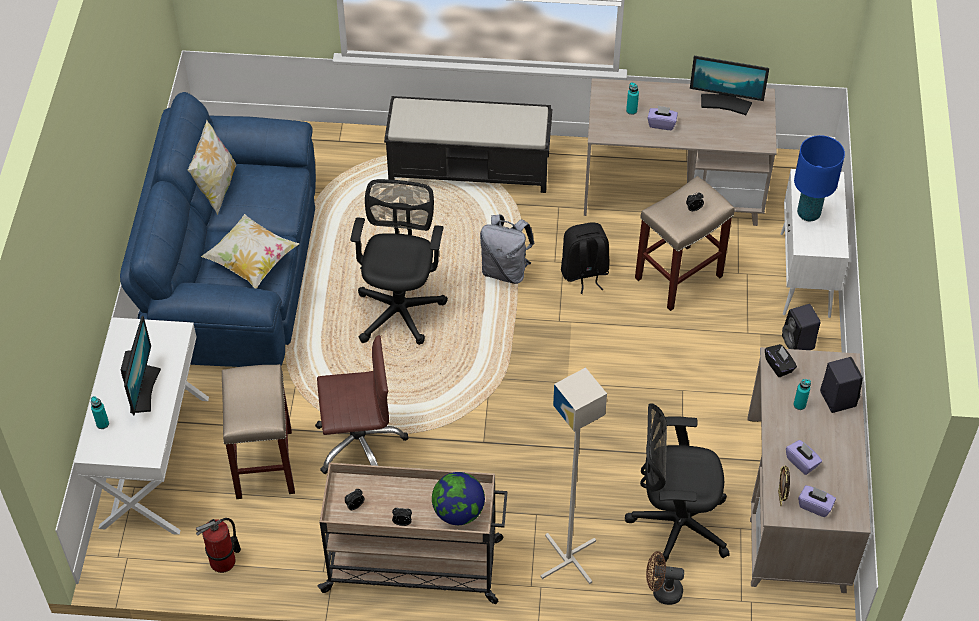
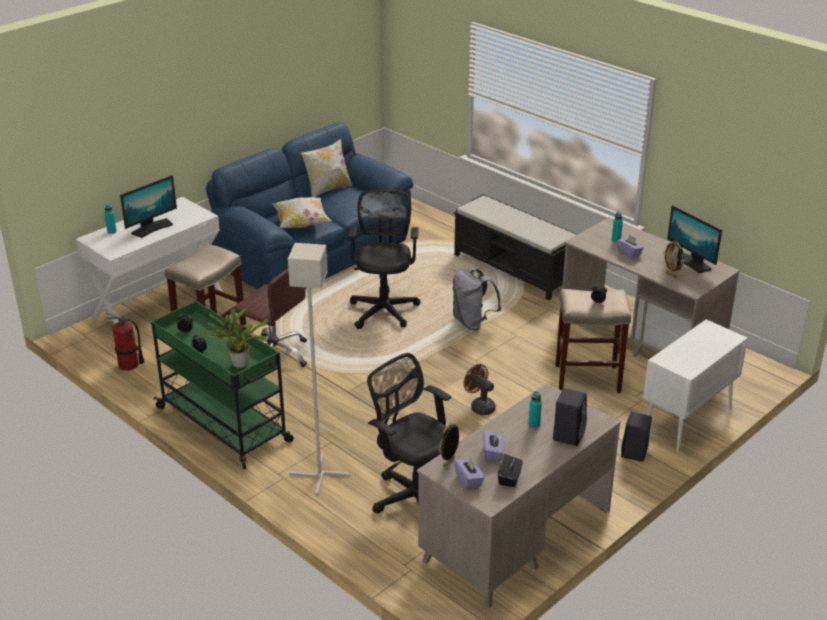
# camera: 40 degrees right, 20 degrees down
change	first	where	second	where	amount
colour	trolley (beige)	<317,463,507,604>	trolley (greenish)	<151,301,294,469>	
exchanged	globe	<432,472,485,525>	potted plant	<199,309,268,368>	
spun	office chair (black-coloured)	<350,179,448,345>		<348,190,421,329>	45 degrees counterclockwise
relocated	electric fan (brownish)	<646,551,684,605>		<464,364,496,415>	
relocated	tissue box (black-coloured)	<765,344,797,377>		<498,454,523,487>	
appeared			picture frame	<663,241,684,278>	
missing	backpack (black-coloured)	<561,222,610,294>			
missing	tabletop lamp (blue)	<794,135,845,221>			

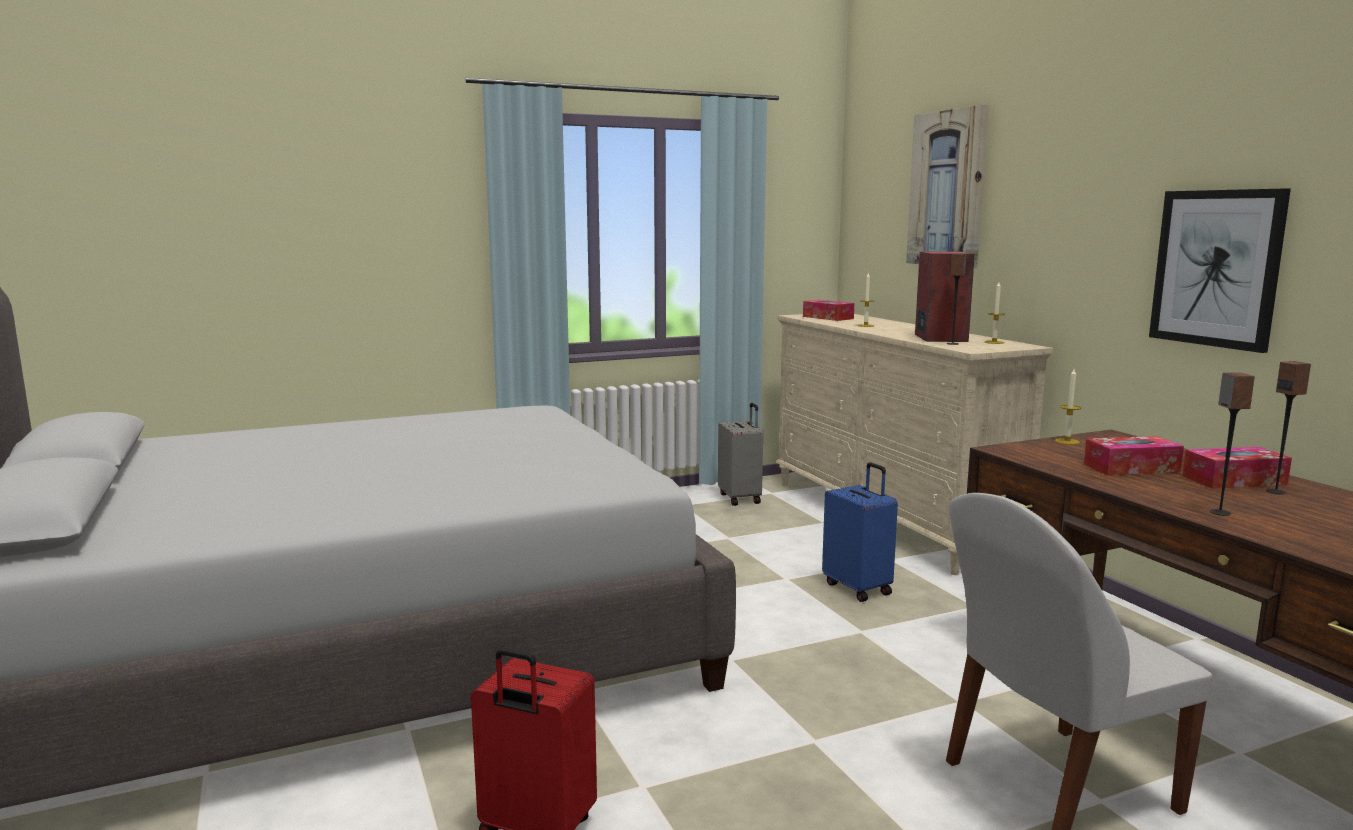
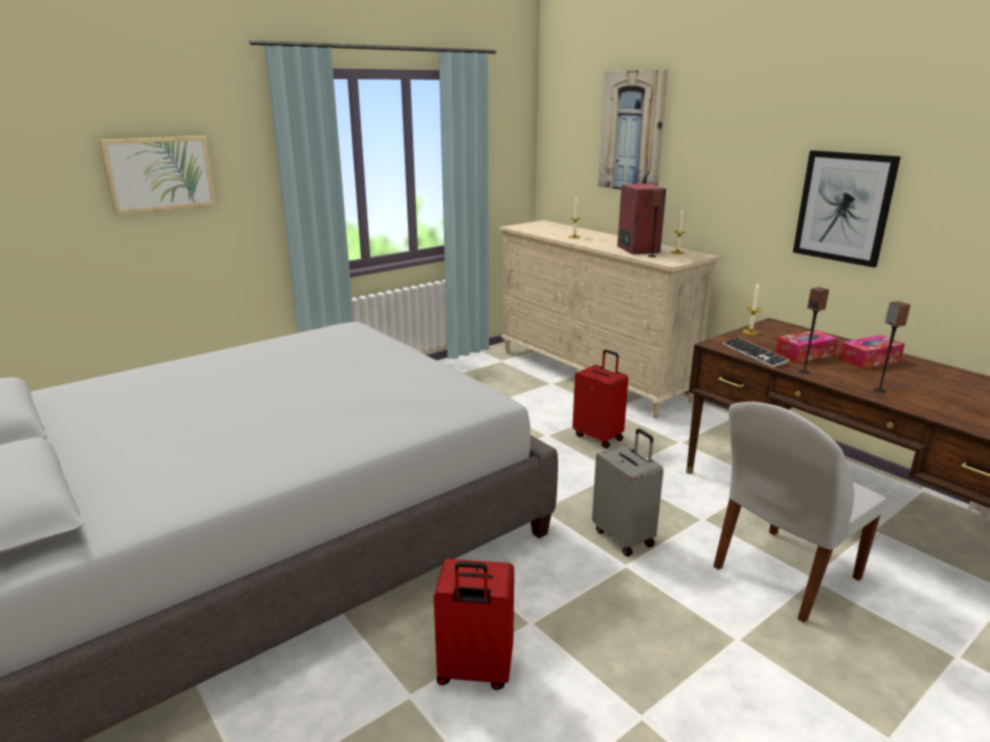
# camera: 15 degrees left, 10 degrees up
change	first	where	second	where	amount
appeared			wall art	<99,136,216,215>	
colour	piece of luggage (blue)	<822,462,898,602>	piece of luggage (red)	<573,350,628,449>	
relocated	piece of luggage (greyish)	<718,403,763,506>		<592,428,664,556>	
appeared			keyboard	<723,337,789,367>	
relocated	audio speaker	<1266,361,1311,494>		<799,287,829,374>	
missing	tissue box	<803,300,854,321>			

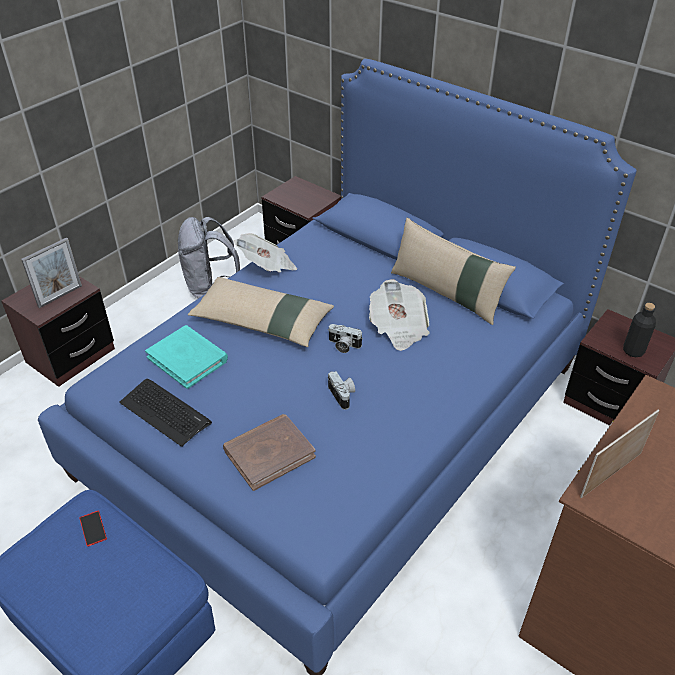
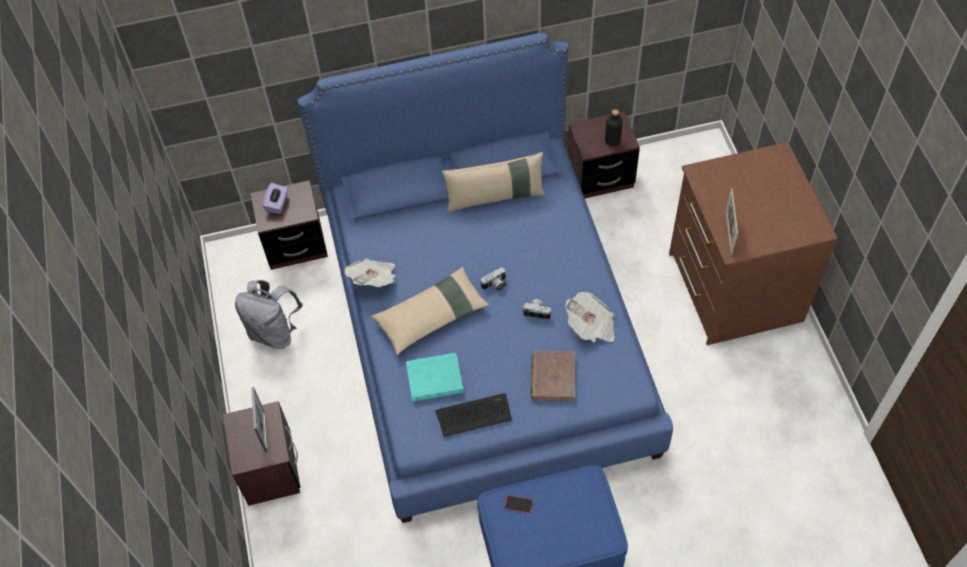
# camera: 50 degrees left, 15 degrees up
change	first	where	second	where	amount
appeared			tissue box (purplish)	<263,183,288,214>	
relocated	printed paper	<369,279,430,351>		<565,292,614,342>	

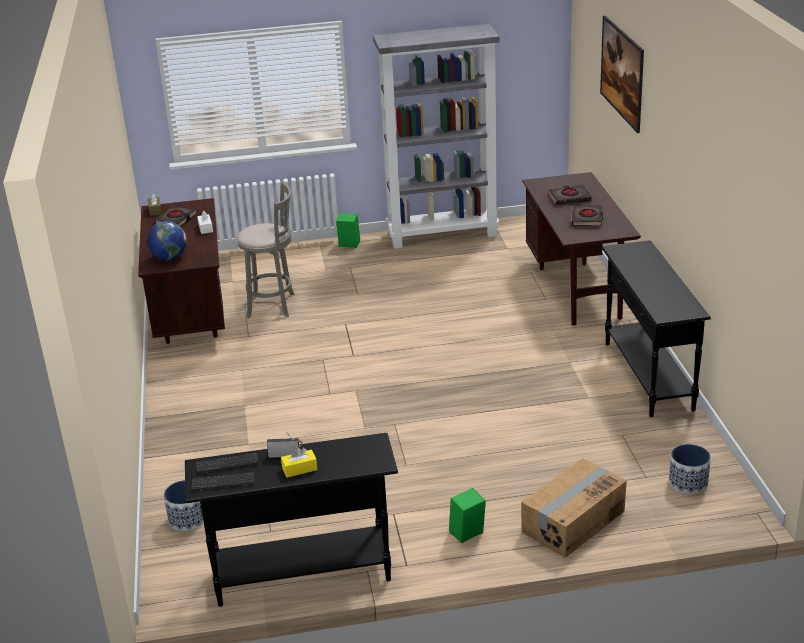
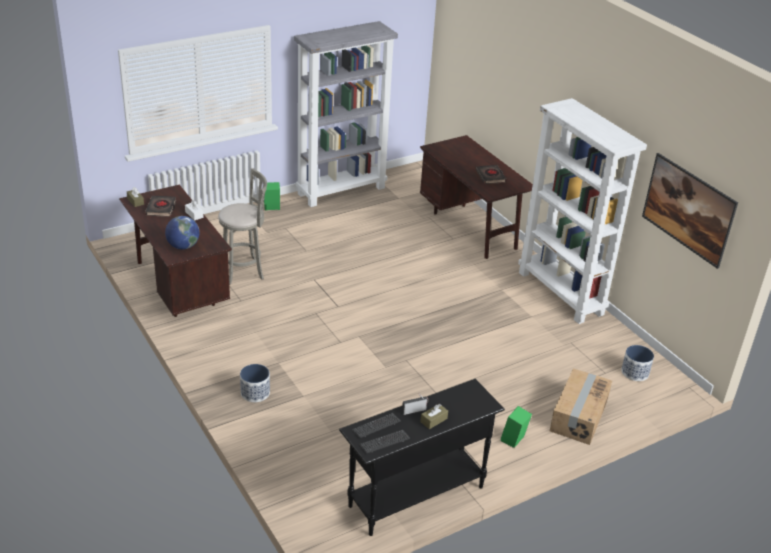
# camera: 25 degrees left, 5 degrees up
change	first	where	second	where	amount
relocated	plant pot	<164,480,204,531>		<240,364,270,402>	
colour	tissue box (yellow)	<281,447,318,478>	tissue box (brownish)	<420,404,448,429>	
exchanged	console table (black-coloured)	<601,240,711,417>	shelving unit (whitish)	<518,98,647,324>	
relocated	wall art	<600,16,644,133>		<642,153,738,269>	
missing	bound book (black-coloured)	<548,185,592,205>			

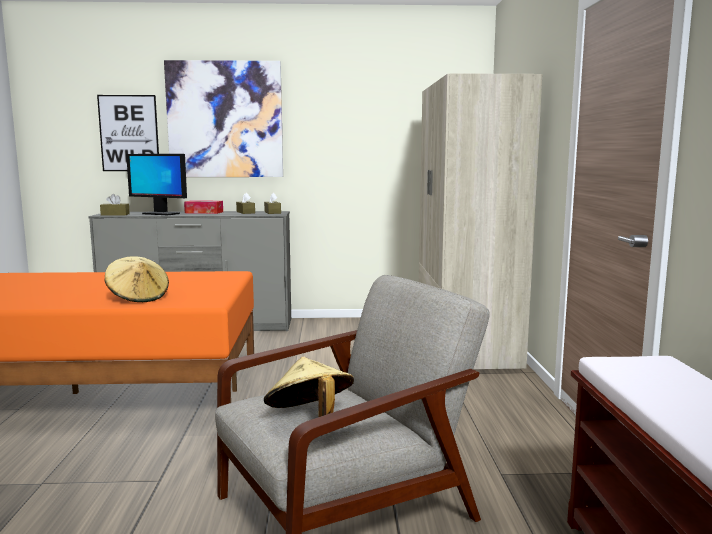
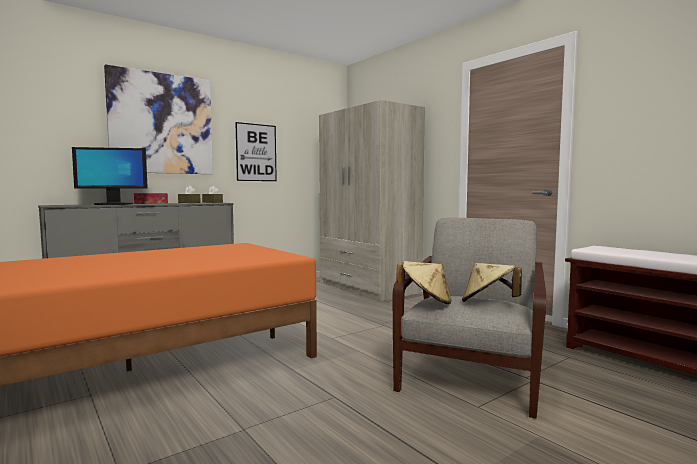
# camera: 35 degrees left, 5 degrees down
change	first	where	second	where	amount
relocated	wall art	<97,95,159,171>		<235,122,277,181>	
relocated	hat (beige)	<105,256,169,302>		<396,261,452,304>	
missing	tissue box (brownish)	<100,194,130,216>			

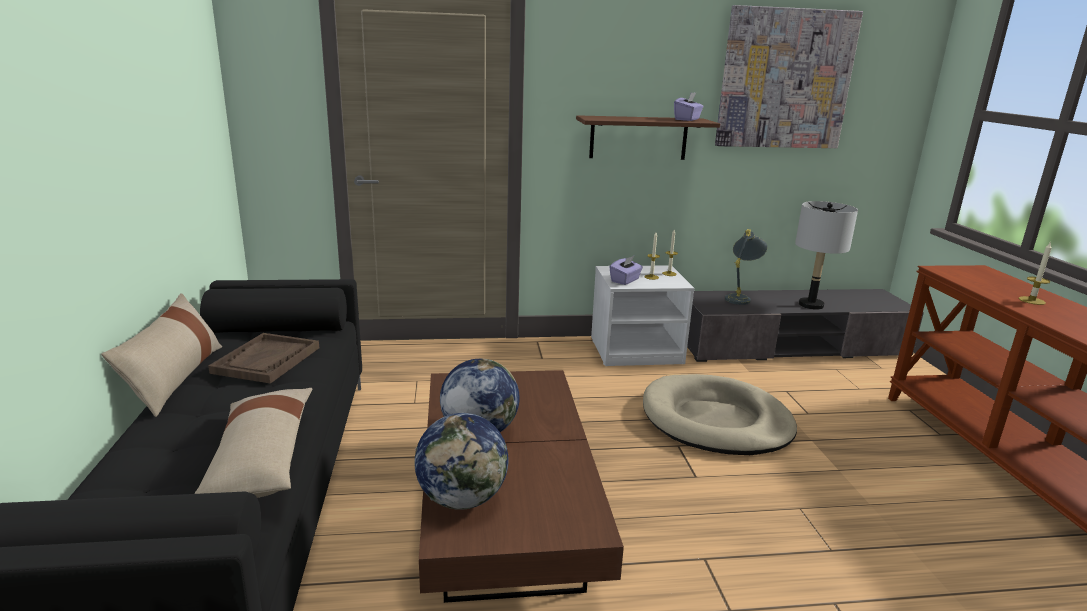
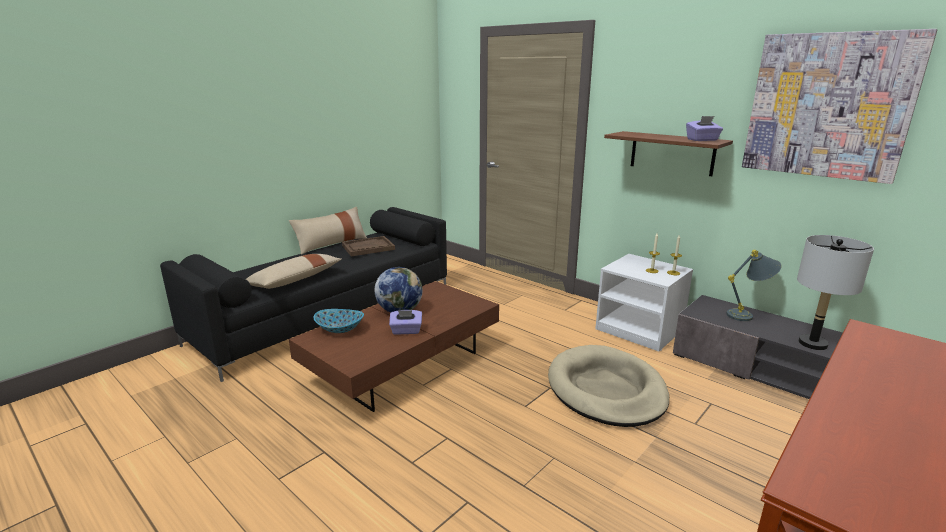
# camera: 50 degrees right, 0 degrees up
change	first	where	second	where	amount
exchanged	globe	<414,413,509,510>	deep dish	<313,309,364,333>	
relocated	tissue box (purplish)	<610,255,643,285>		<389,310,422,335>	
missing	wax candle	<1019,243,1052,305>			

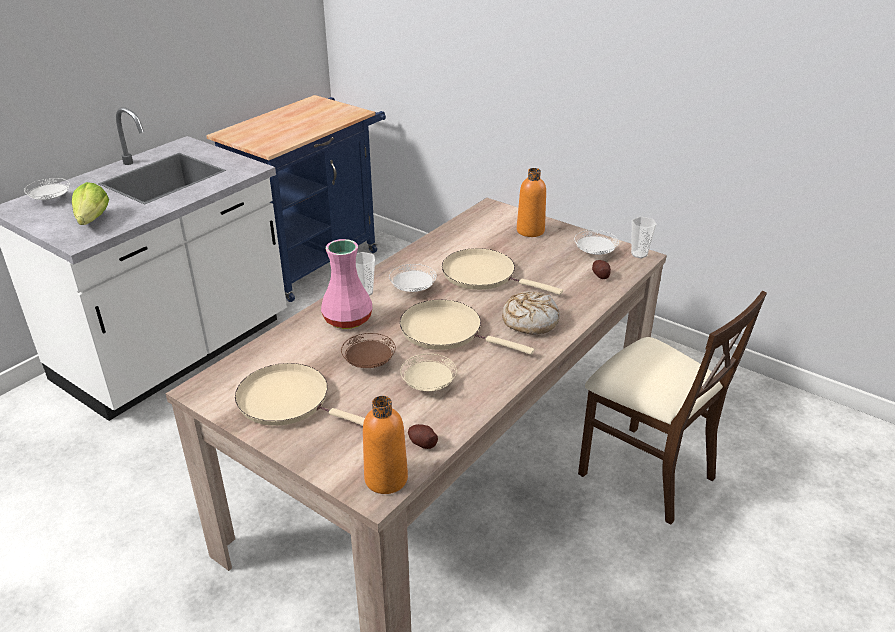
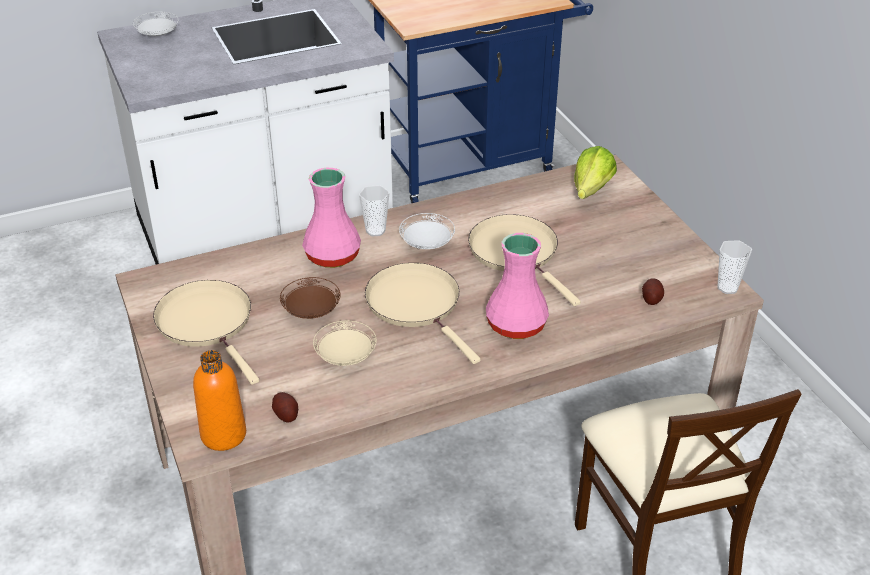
# camera: 30 degrees right, 5 degrees up
change	first	where	second	where	amount
exchanged	baked bread	<502,291,560,335>	flower vase (pink-coloured)	<486,233,549,339>	
relocated	lettuce	<72,182,109,225>		<574,146,617,199>	
missing	bottle (orange)	<517,168,546,237>			
missing	dinner plate (whitish)	<574,230,619,255>			

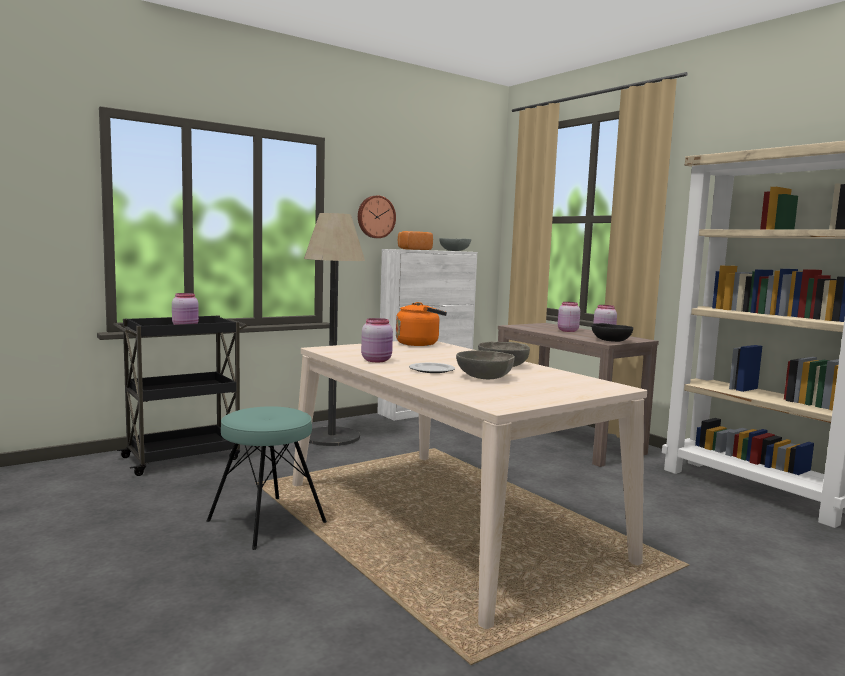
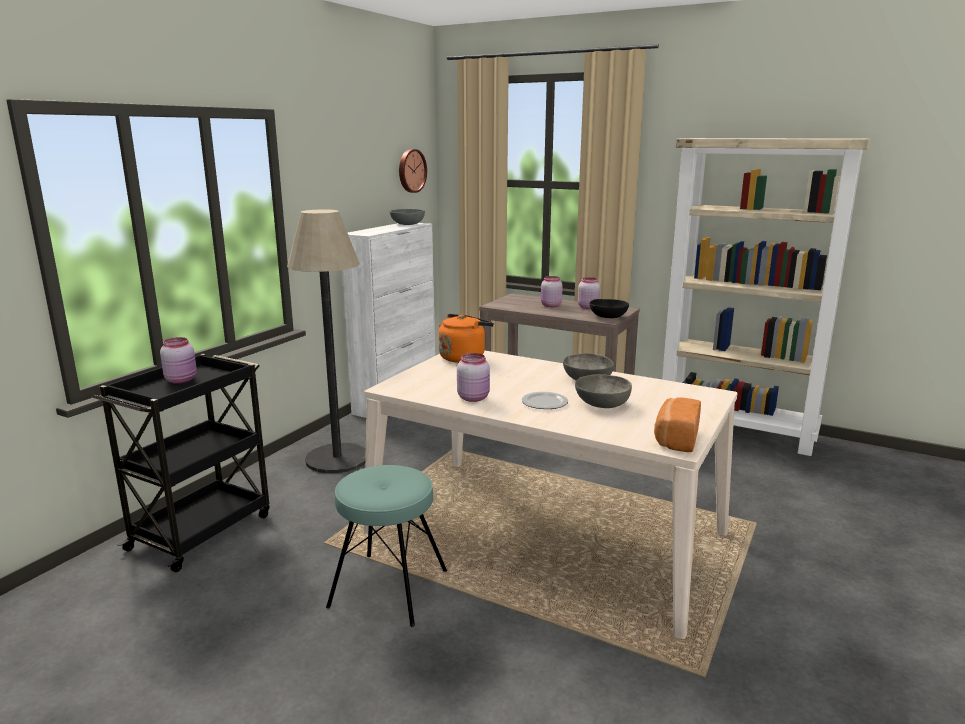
# camera: 25 degrees left, 10 degrees up
change	first	where	second	where	amount
relocated	clock on the wall	<358,196,396,238>		<399,149,427,193>	
relocated	baked bread	<398,231,433,250>		<654,398,701,452>	

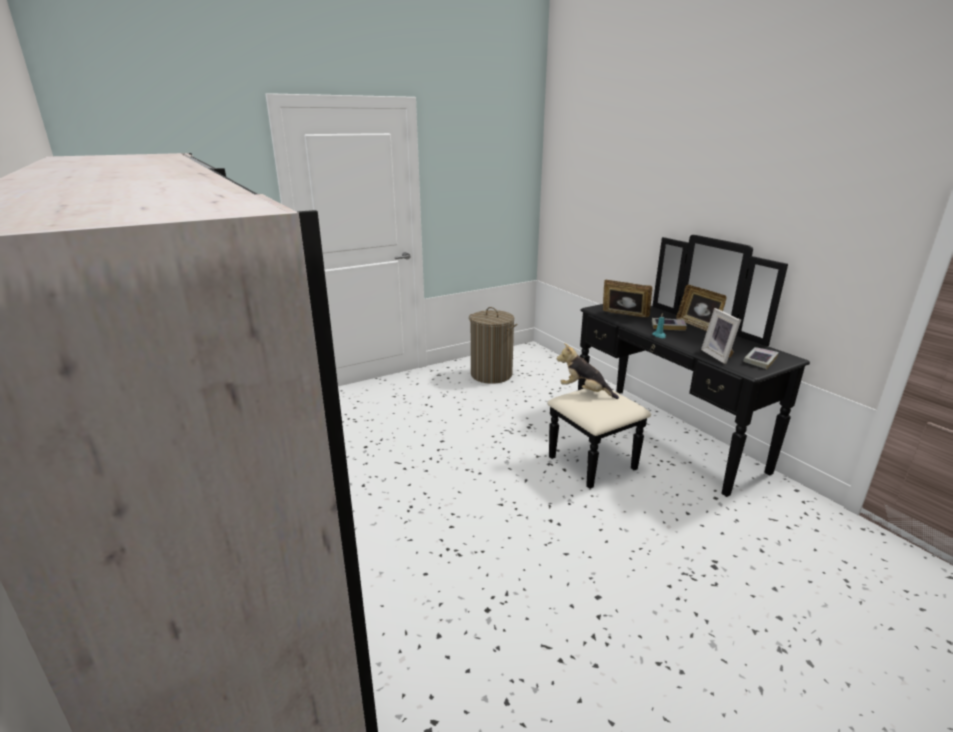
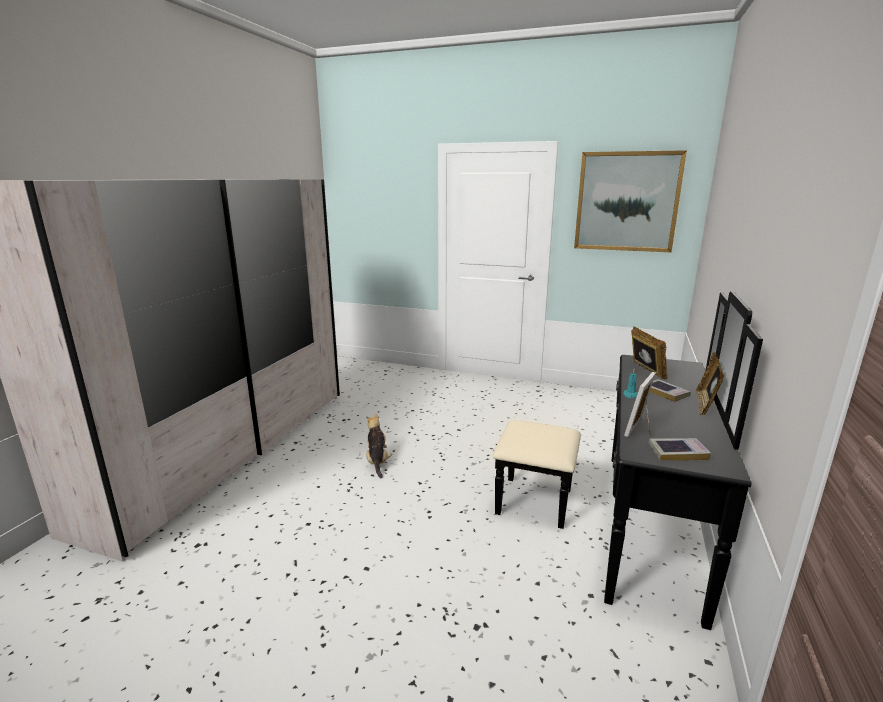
# camera: 50 degrees right, 5 degrees down
change	first	where	second	where	amount
relocated	soft toy	<557,343,619,399>		<366,413,392,478>	
appeared			wall art	<574,150,687,253>	
missing	laundry basket	<469,307,517,384>			

